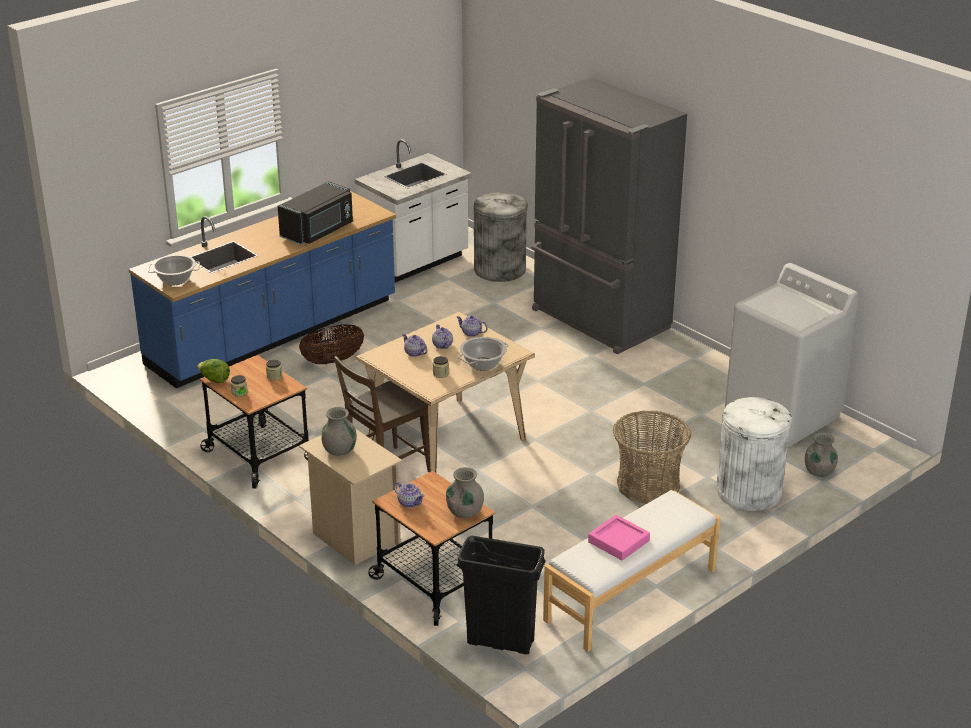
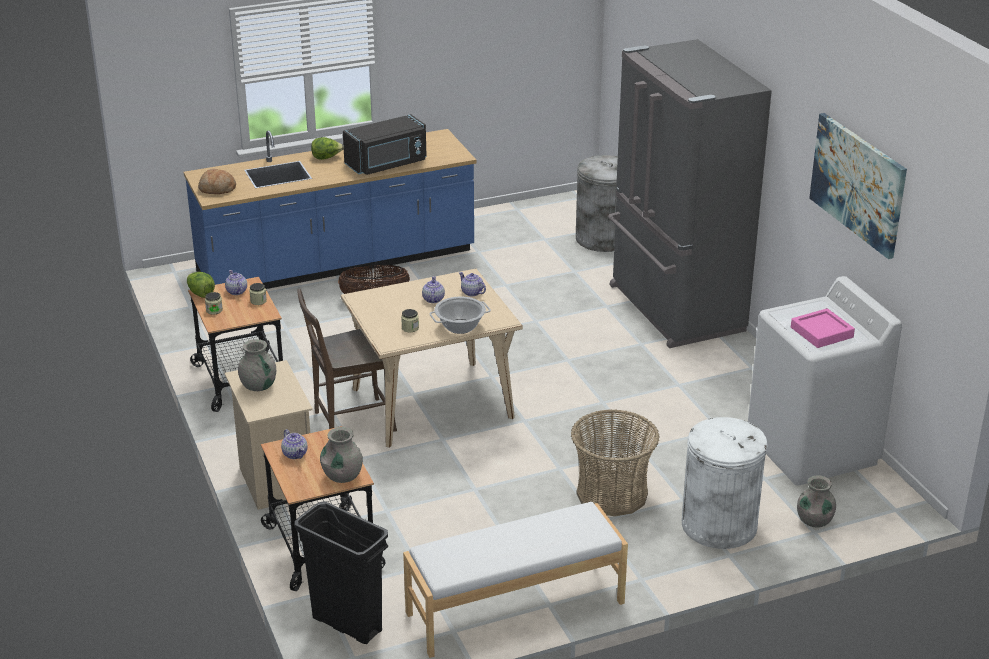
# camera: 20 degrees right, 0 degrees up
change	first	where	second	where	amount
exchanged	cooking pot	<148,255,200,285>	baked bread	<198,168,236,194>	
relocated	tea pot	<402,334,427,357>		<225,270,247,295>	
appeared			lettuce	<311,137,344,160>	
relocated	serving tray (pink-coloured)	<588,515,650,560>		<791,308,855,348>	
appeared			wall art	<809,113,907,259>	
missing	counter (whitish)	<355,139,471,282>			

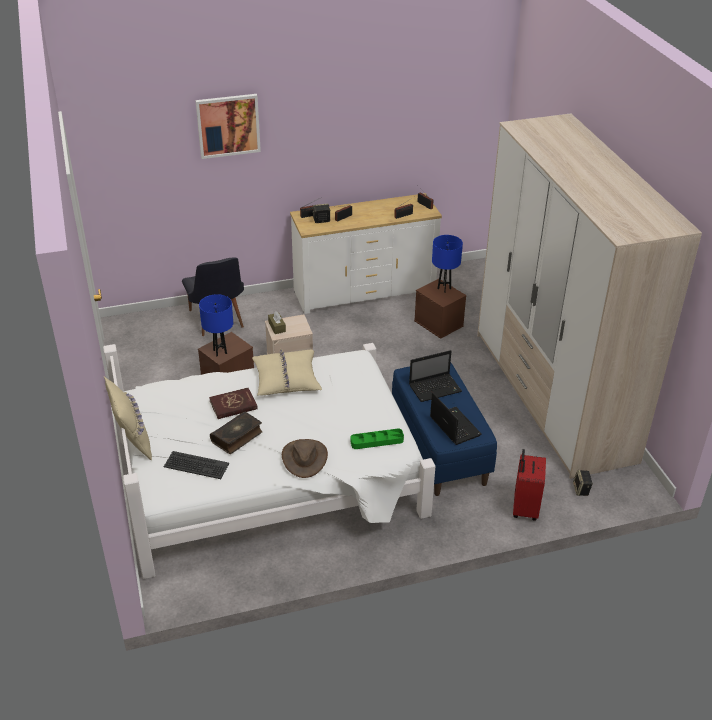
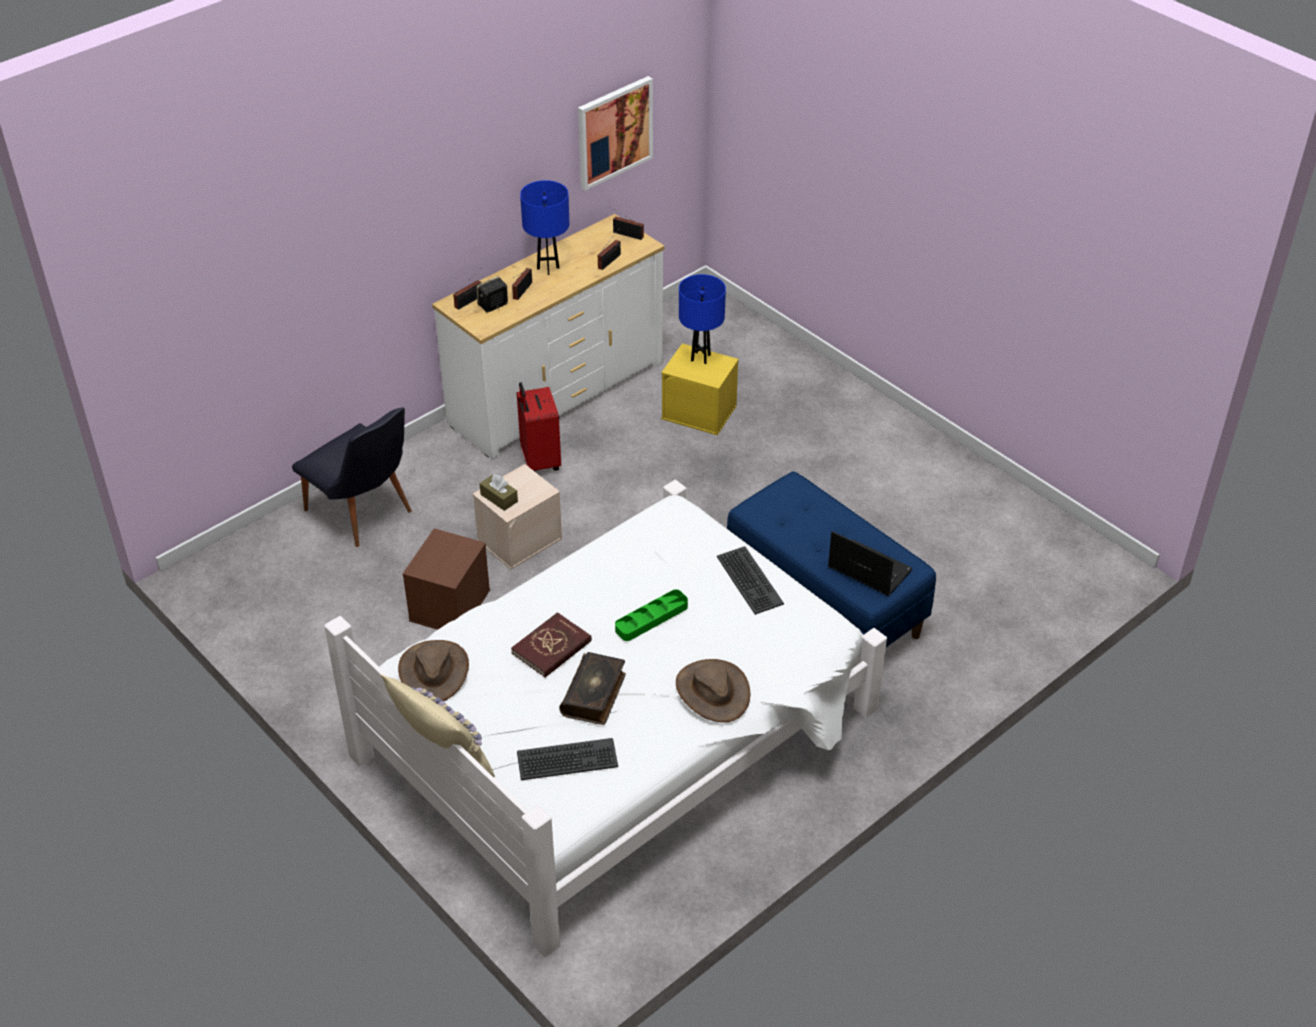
# camera: 25 degrees left, 5 degrees up
change	first	where	second	where	amount
appeared			hat (brownish)	<398,640,469,701>	
relocated	piece of luggage (red)	<513,449,546,521>		<517,382,561,471>	
relocated	tabletop lamp (blue)	<199,294,233,356>		<520,180,569,275>	
relocated	wall art	<195,94,261,159>		<578,76,653,191>	
relocated	serving tray (greenish)	<351,429,404,449>		<615,589,688,641>	
colour	storage container (brownish)	<414,279,467,339>	storage container (yellow)	<661,343,739,435>	
appeared			keyboard	<717,546,784,615>	
missing	throw pillow (beige)	<252,349,322,396>			
missing	laptop	<409,350,462,402>			
missing	armoire	<477,113,702,479>			
missing	audio speaker	<573,470,593,496>			

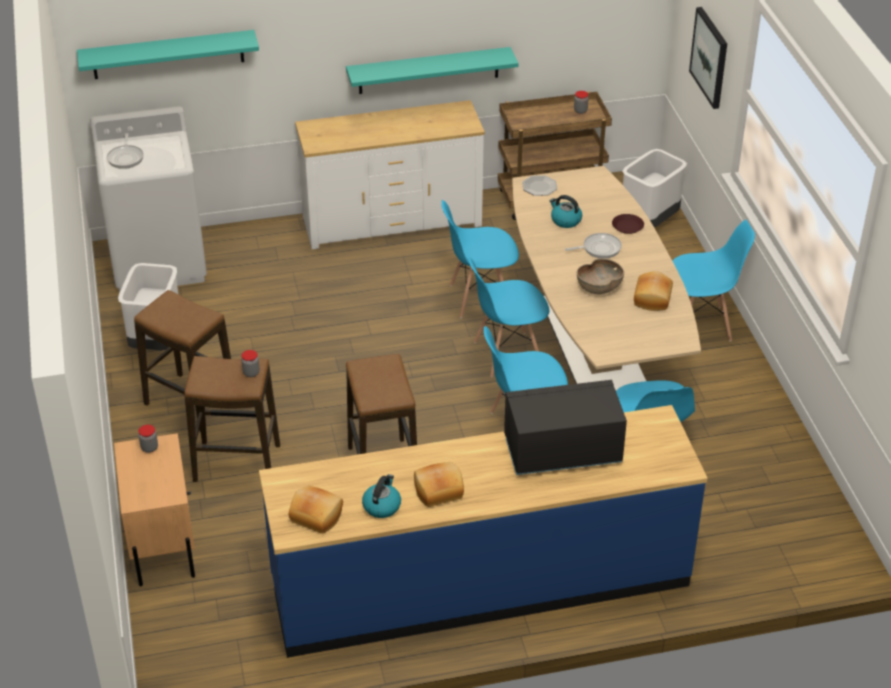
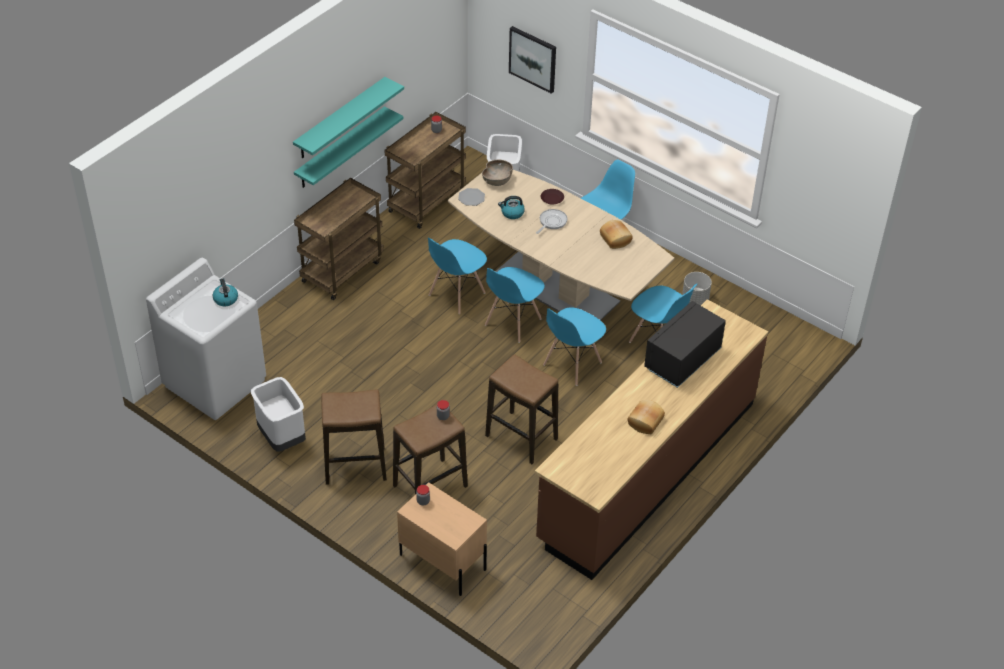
# camera: 40 degrees left, 5 degrees up
change	first	where	second	where	amount
relocated	tea kettle	<362,474,401,518>		<213,278,238,306>	
relocated	shelf (blue-green)	<77,30,259,79>		<293,77,404,158>	
exchanged	chest of drawers (whitish)	<295,100,485,249>	trolley (brownish)	<294,178,384,300>	
relocated	deep dish (brownish)	<577,259,624,294>		<482,160,513,186>	
colour	counter (blue)	<259,405,708,658>	counter (brownish)	<535,299,768,580>	
appeared			plant pot (greyish)	<682,272,712,306>	
missing	skillet	<107,133,144,169>			
missing	baked bread	<289,486,343,534>			

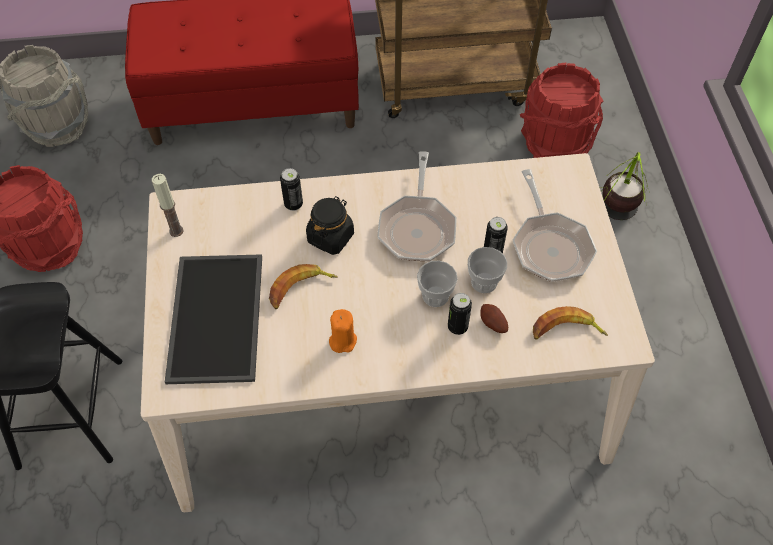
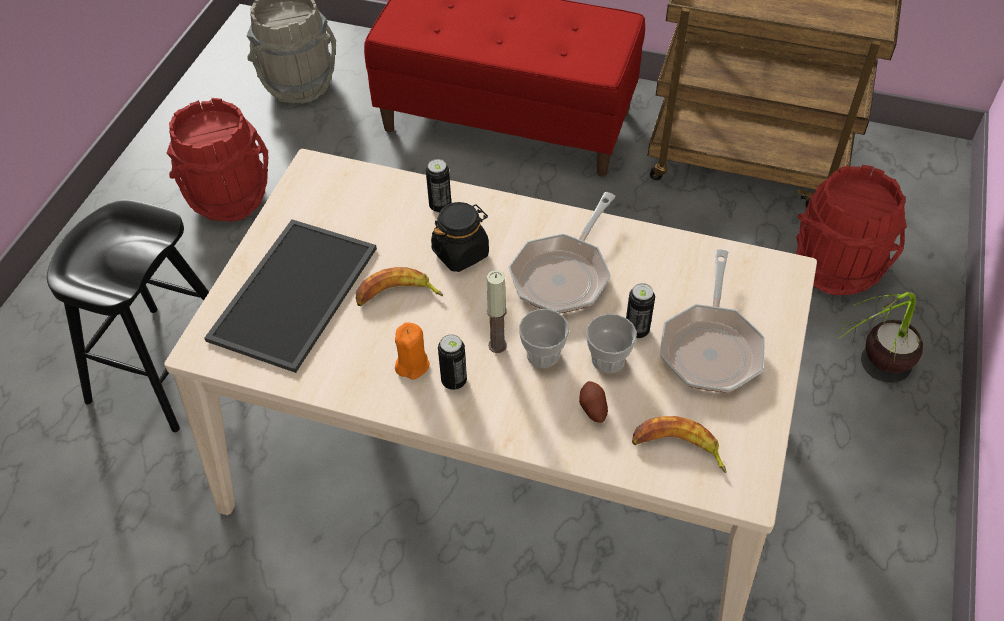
# camera: 25 degrees right, 5 degrees down
change	first	where	second	where	amount
relocated	sealed can	<448,293,472,335>		<438,334,467,390>	
relocated	wax candle	<152,174,184,237>		<487,270,507,353>	

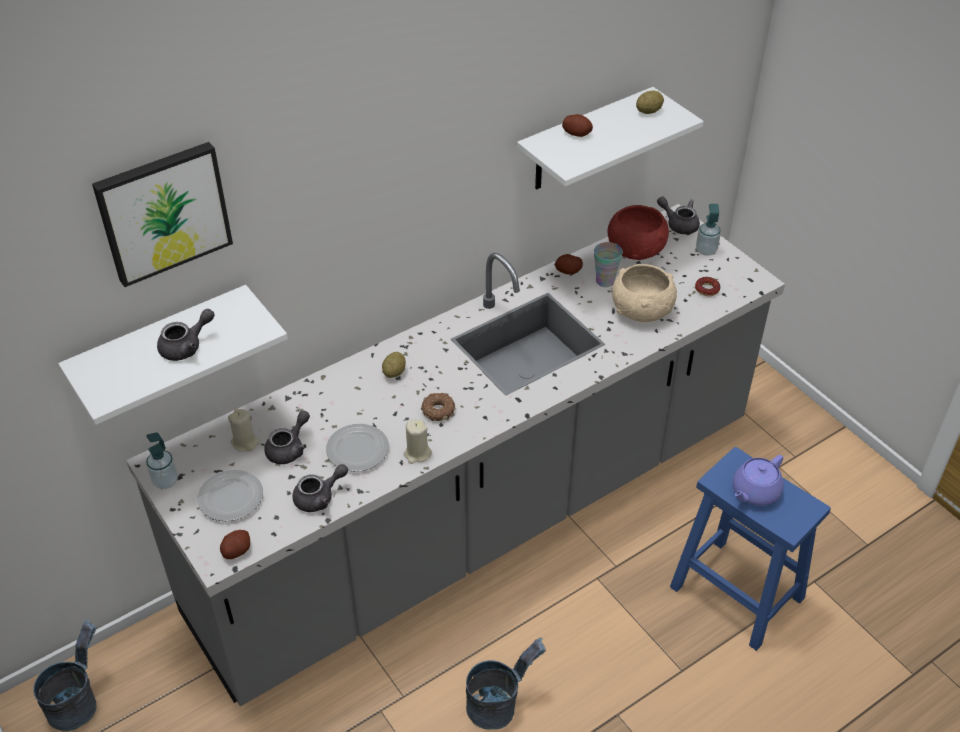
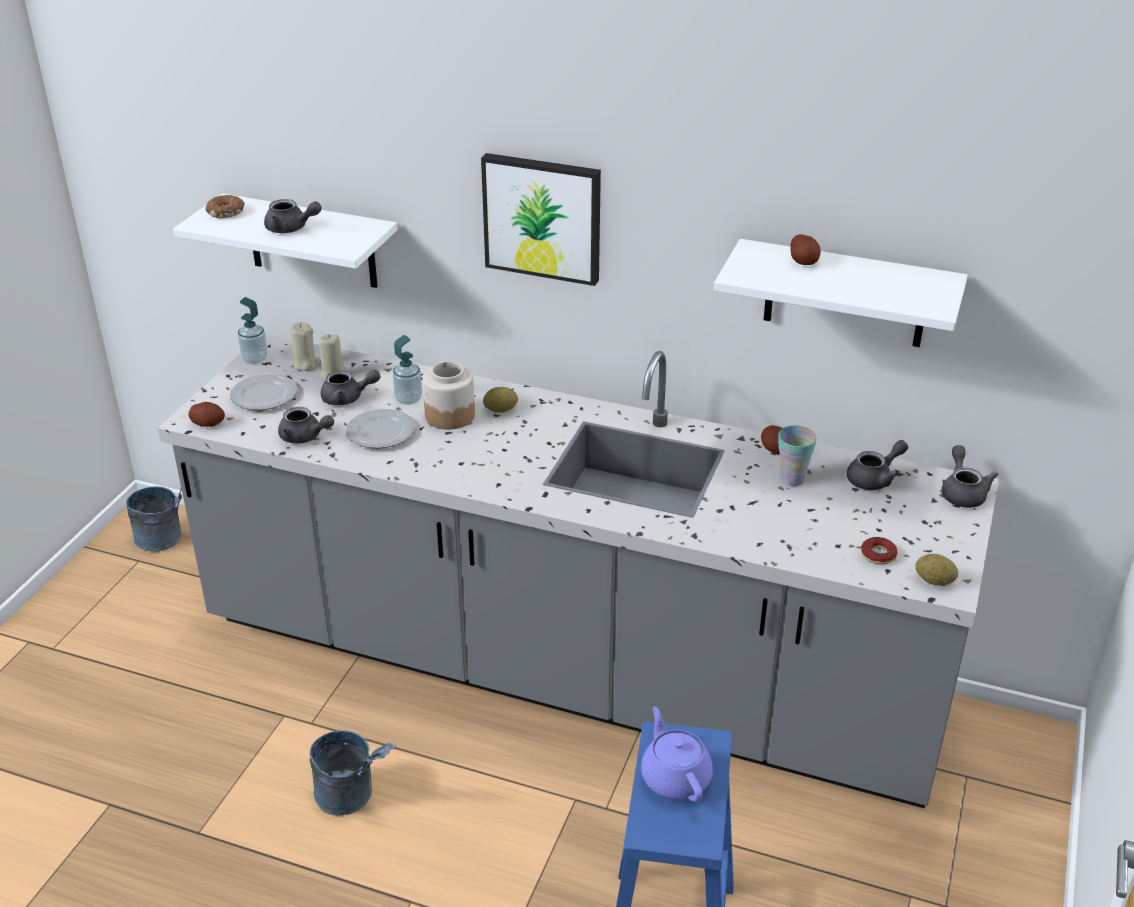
# camera: 55 degrees right, 10 degrees down
change	first	where	second	where	amount
relocated	ring doughnut	<421,393,455,421>		<206,195,245,218>	
relocated	wax candle (beige)	<404,420,432,464>		<290,322,320,371>	
relocated	soap bottle	<696,204,721,256>		<393,335,422,405>	
appeared			jar	<422,361,475,430>	
relocated	wall art	<92,142,233,287>		<481,153,601,286>	
spun	tea pot (purplish)	<733,455,784,506>		<641,707,713,802>	60 degrees clockwise
exchanged	deep dish (red)	<607,205,669,260>	tea pot (greyish)	<847,440,908,490>	
relocated	potato	<636,90,664,114>		<915,554,958,585>	
missing	deep dish (beige)	<612,264,677,322>			

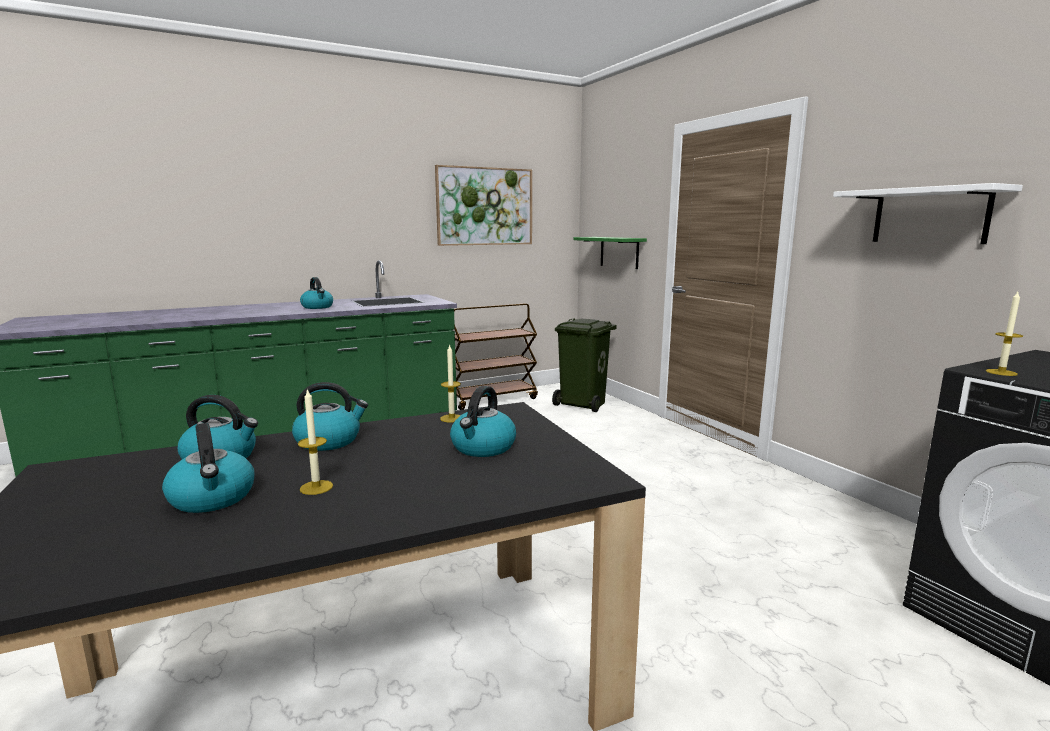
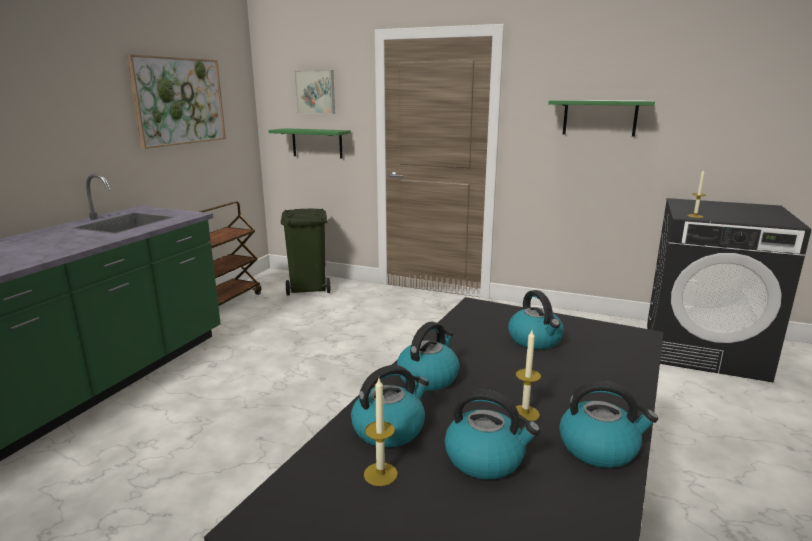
# camera: 40 degrees left, 5 degrees up
change	first	where	second	where	amount
appeared			wall art	<295,70,335,114>	
relocated	wax candle	<440,344,461,422>		<364,378,398,486>	
colour	shelf (whitish)	<833,183,1023,244>	shelf (greenish)	<548,100,655,137>	
relocated	tea kettle	<300,277,333,309>		<559,381,658,468>	

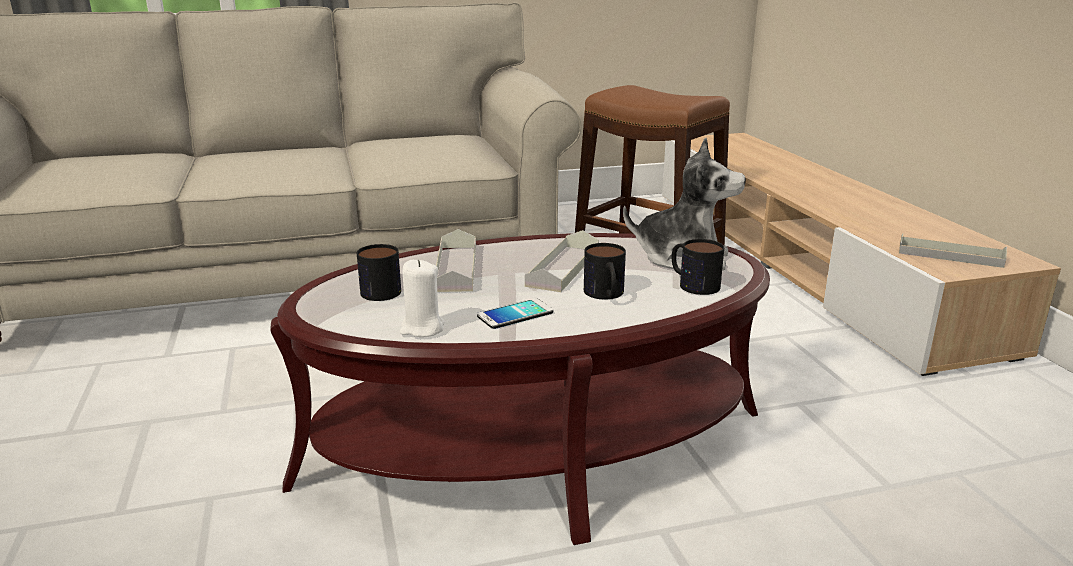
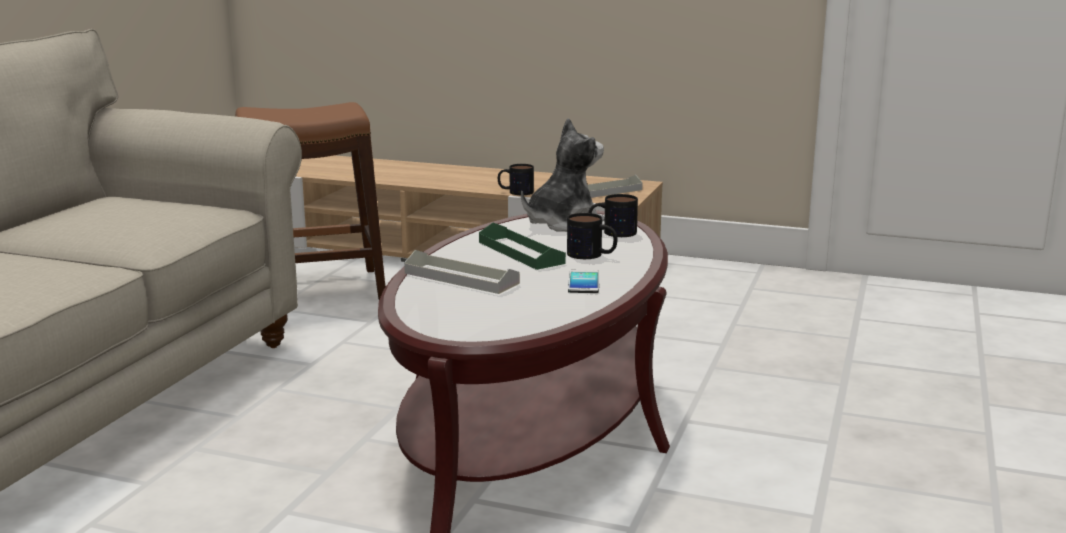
# camera: 55 degrees left, 5 degrees down
change	first	where	second	where	amount
colour	serving tray (greyish)	<525,230,599,292>	serving tray (greenish)	<479,223,566,270>	
relocated	tea mug	<357,244,401,301>		<498,164,534,195>	
missing	wax candle (whitish)	<400,260,445,337>			

